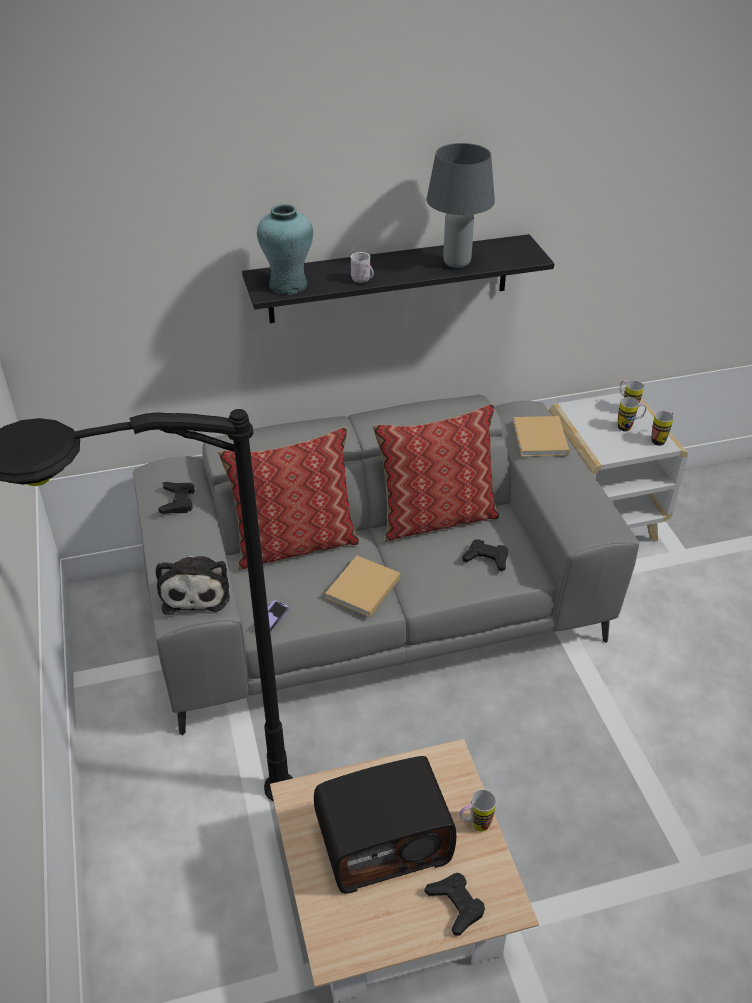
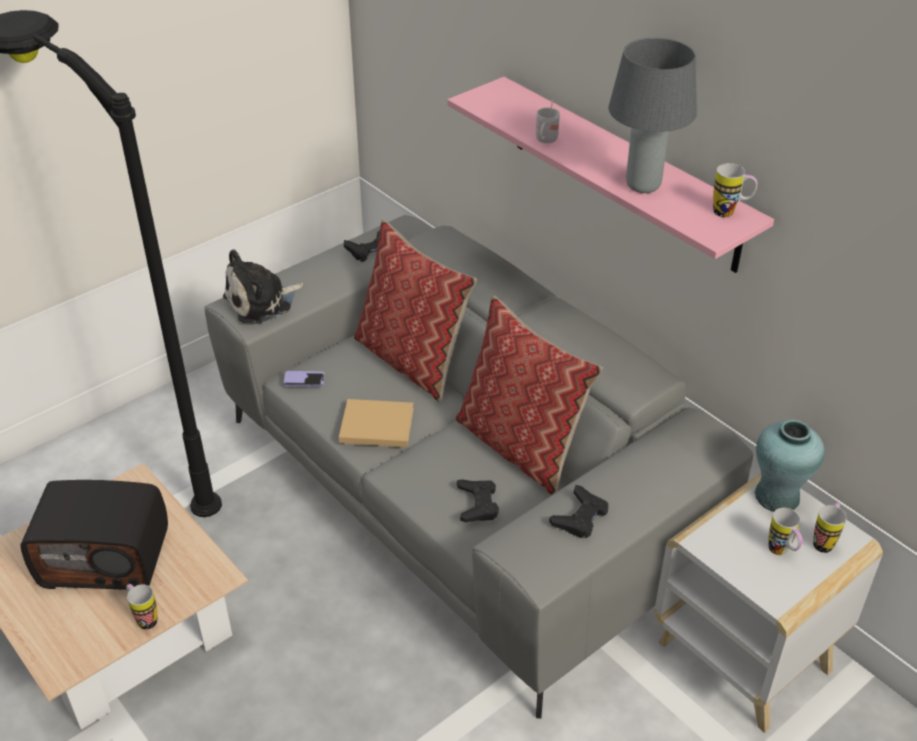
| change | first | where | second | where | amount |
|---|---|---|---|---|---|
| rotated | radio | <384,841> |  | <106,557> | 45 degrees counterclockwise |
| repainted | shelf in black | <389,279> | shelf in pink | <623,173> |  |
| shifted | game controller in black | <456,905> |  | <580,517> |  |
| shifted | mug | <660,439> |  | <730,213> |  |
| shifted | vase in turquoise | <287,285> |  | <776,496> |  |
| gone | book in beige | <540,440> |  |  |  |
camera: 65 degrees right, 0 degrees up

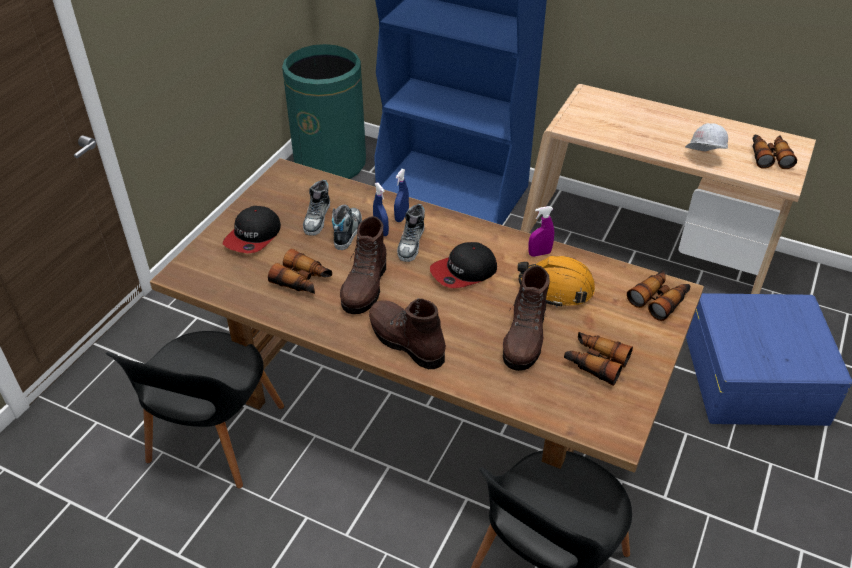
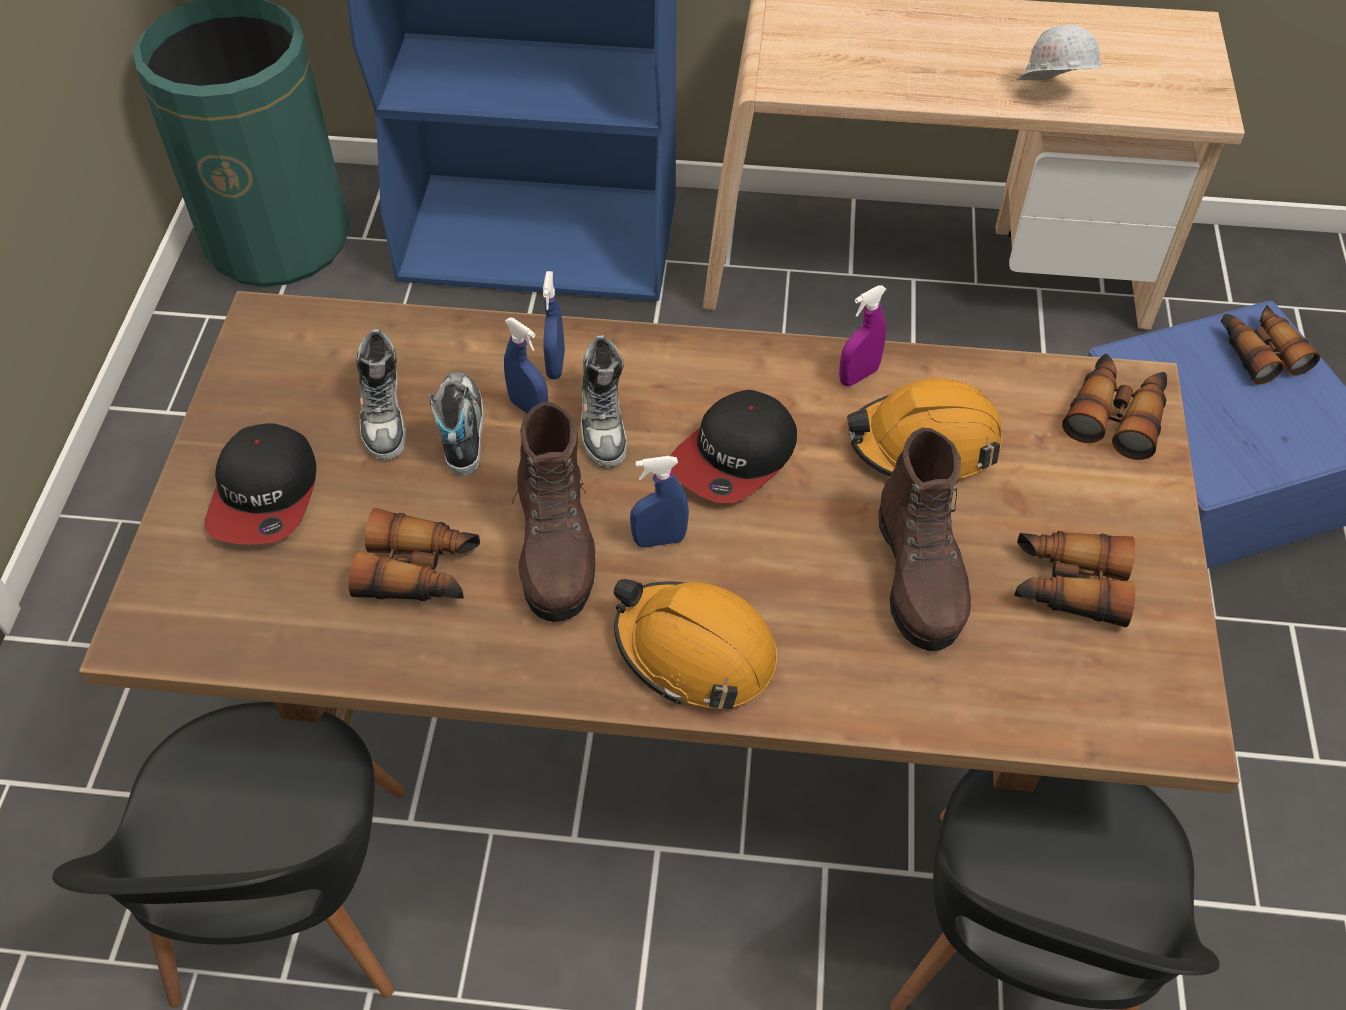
| change | first | where | second | where | amount |
|---|---|---|---|---|---|
| swapped | boot in brown | <405,342> | hard hat in orange | <695,651> |  |
| new |  |  | spray bottle in blue | <659,540> |  |
| shifted | binoculars | <769,156> |  | <1259,351> |  |
camera: 20 degrees left, 10 degrees up

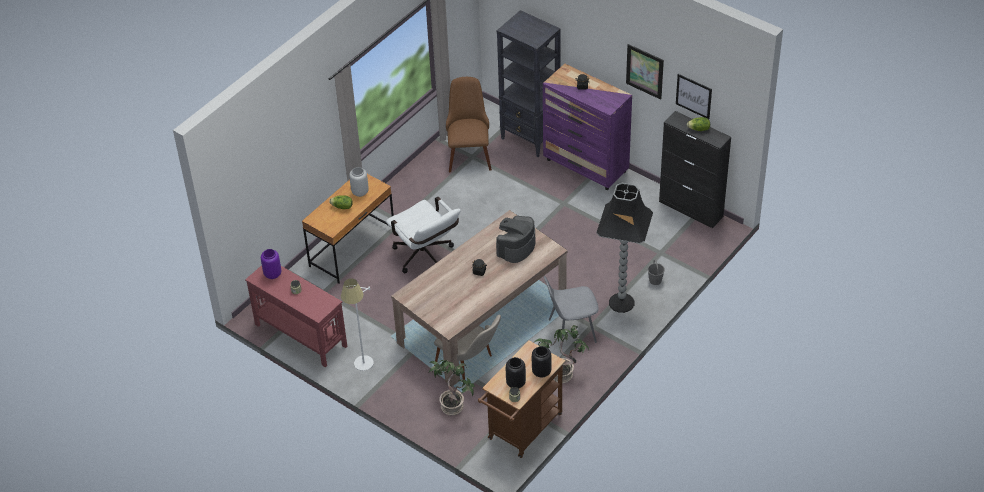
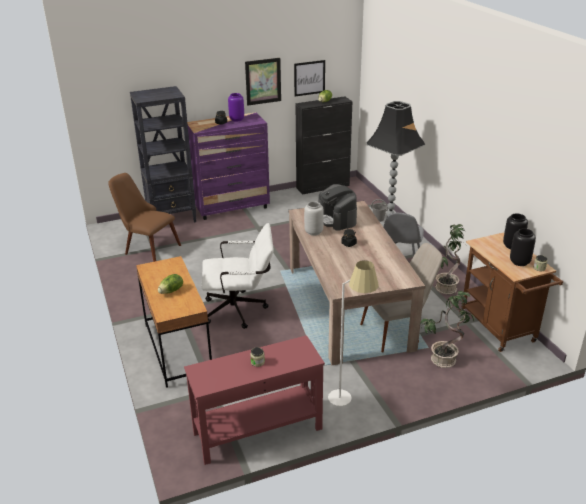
| change | first | where | second | where | amount |
|---|---|---|---|---|---|
| shifted | vase in purple | <272,274> |  | <236,119> |  |
| shifted | vase in grey | <360,192> |  | <314,232> |  |
camera: 60 degrees left, 15 degrees down

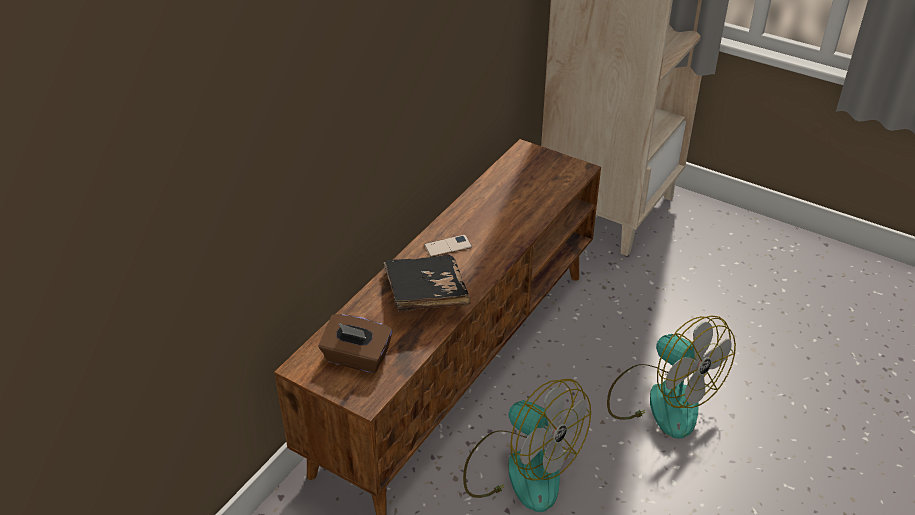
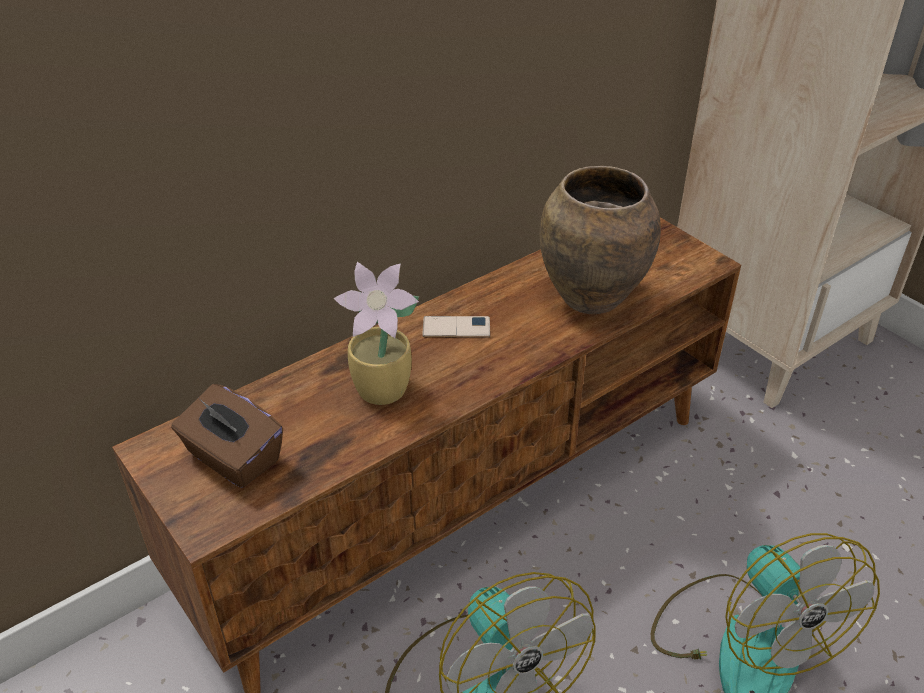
| change | first | where | second | where | amount |
|---|---|---|---|---|---|
| swapped | book in black | <426,296> | potted plant | <384,391> |  |
| new |  |  | vase in brown | <590,297> |  |
camera: 20 degrees right, 0 degrees up

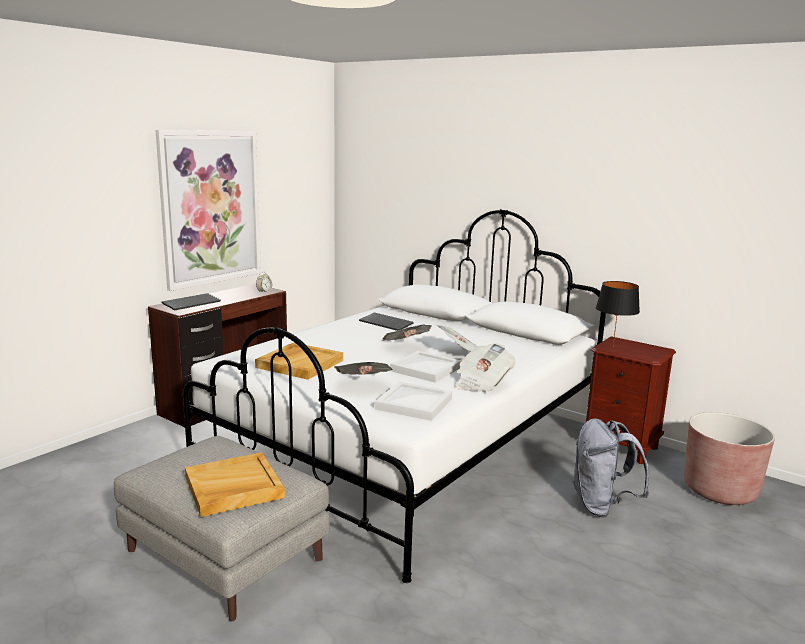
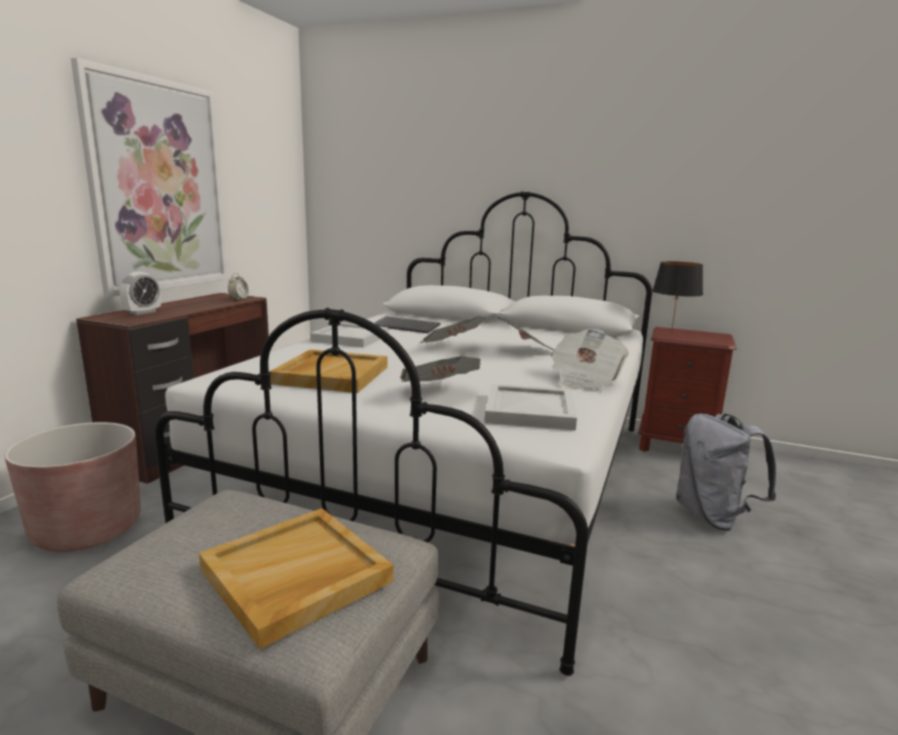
| change | first | where | second | where | amount |
|---|---|---|---|---|---|
| shifted | planter in brown | <719,490> |  | <87,529> |  |
| swapped | keyboard | <191,303> | alarm clock | <143,312> |  |
| shifted | tray in white | <426,369> |  | <350,338> |  |
camera: 15 degrees left, 0 degrees up

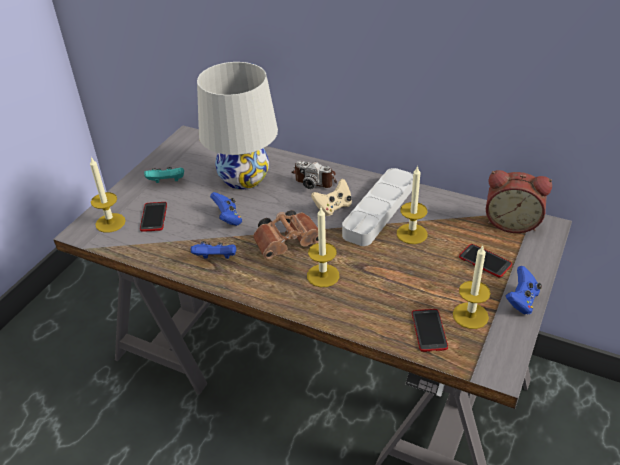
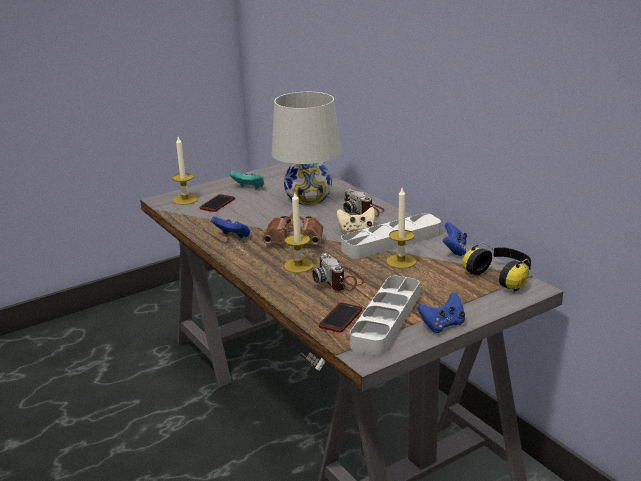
| change | first | where | second | where | amount |
|---|---|---|---|---|---|
| new |  |  | photo camera | <340,280> |  |
| swapped | candle | <470,315> | tray in grey | <386,320> |  |
| shifted | game controller in blue | <228,219> |  | <454,250> |  |
| swapped | alarm clock | <511,222> | headphones | <501,277> |  |
| gone | phone | <485,261> |  |  |  |
camera: 30 degrees right, 15 degrees down

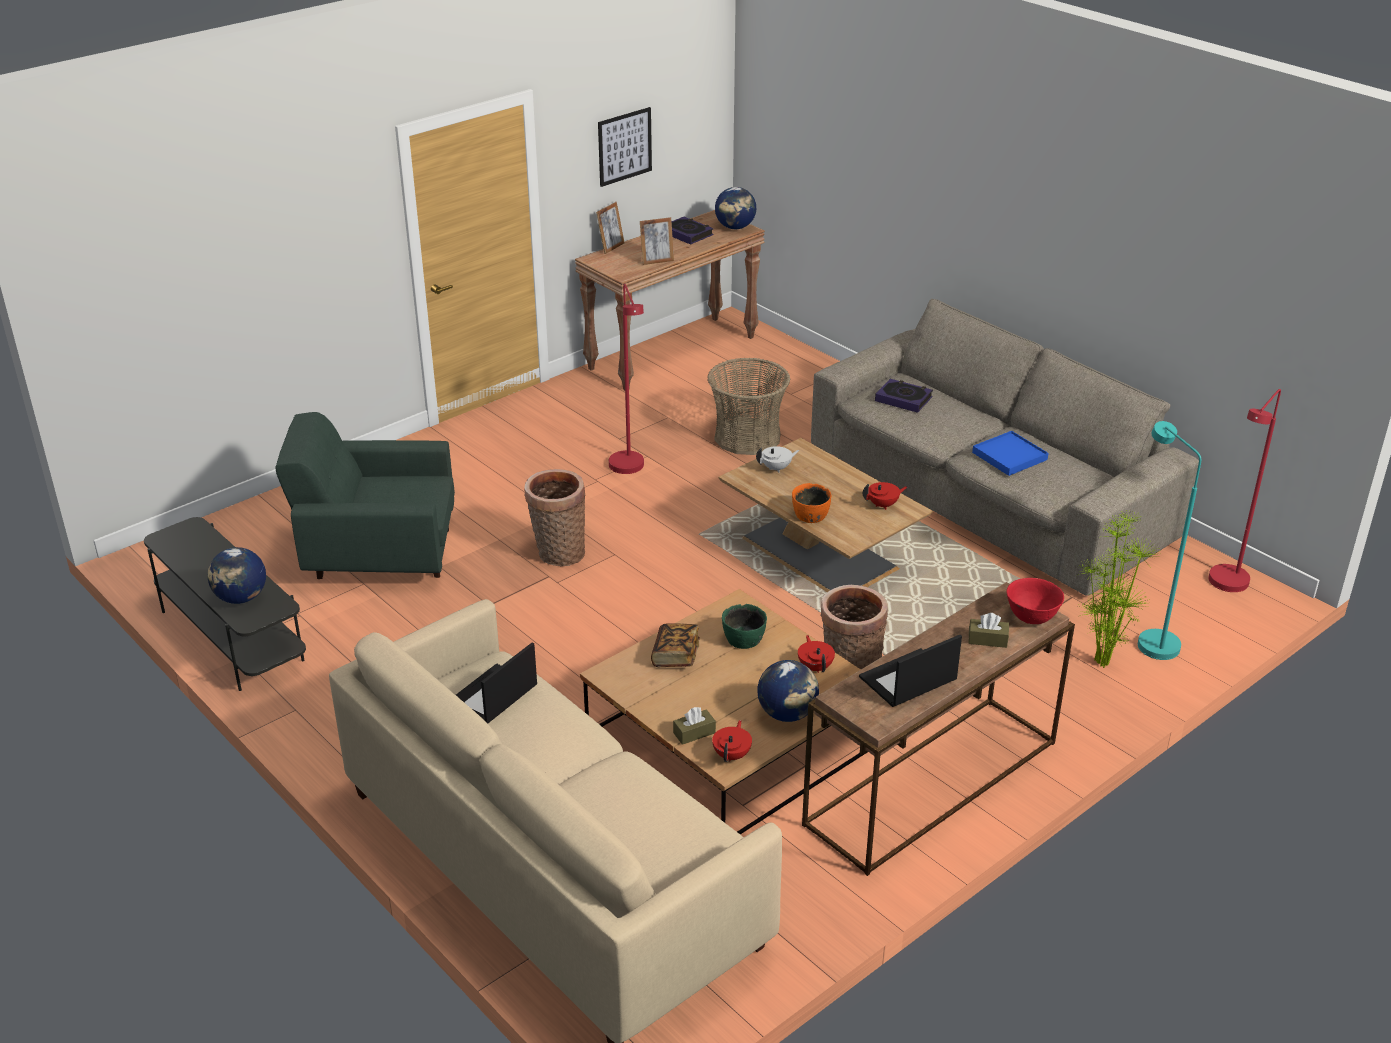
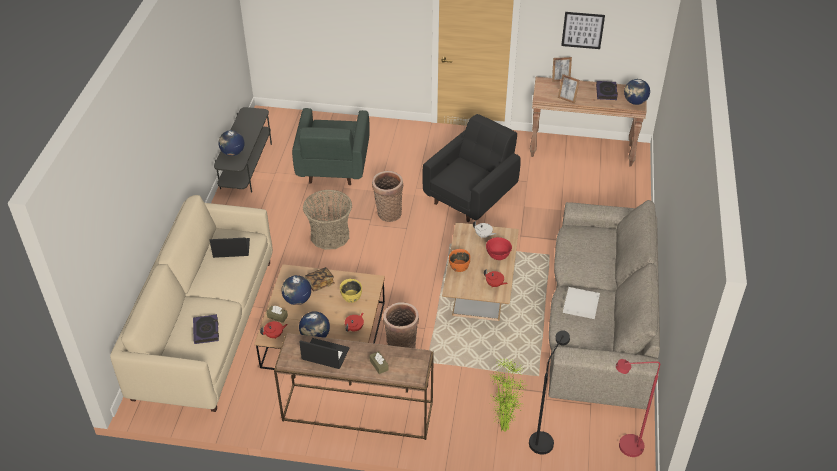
| change | first | where | second | where | amount |
|---|---|---|---|---|---|
| shifted | book | <903,399> |  | <206,331> |  |
| new |  |  | globe | <297,300> |  |
| rotated | armchair in green | <378,553> |  | <333,166> | 135 degrees counterclockwise |
| shifted | basket | <747,437> |  | <330,235> |  |
| repainted | bowl in green | <744,639> | bowl in yellow | <351,296> |  |
| swapped | floor lamp in red | <629,470> | armchair in black | <471,195> |  |
| shifted | bowl in red | <1031,617> |  | <498,256> |  |
| repainted | floor lamp in turquoise | <1150,640> | floor lamp in black | <543,438> |  |
| repainted | tray in blue | <1009,456> | tray in white | <581,304> |  |
camera: 50 degrees right, 10 degrees up

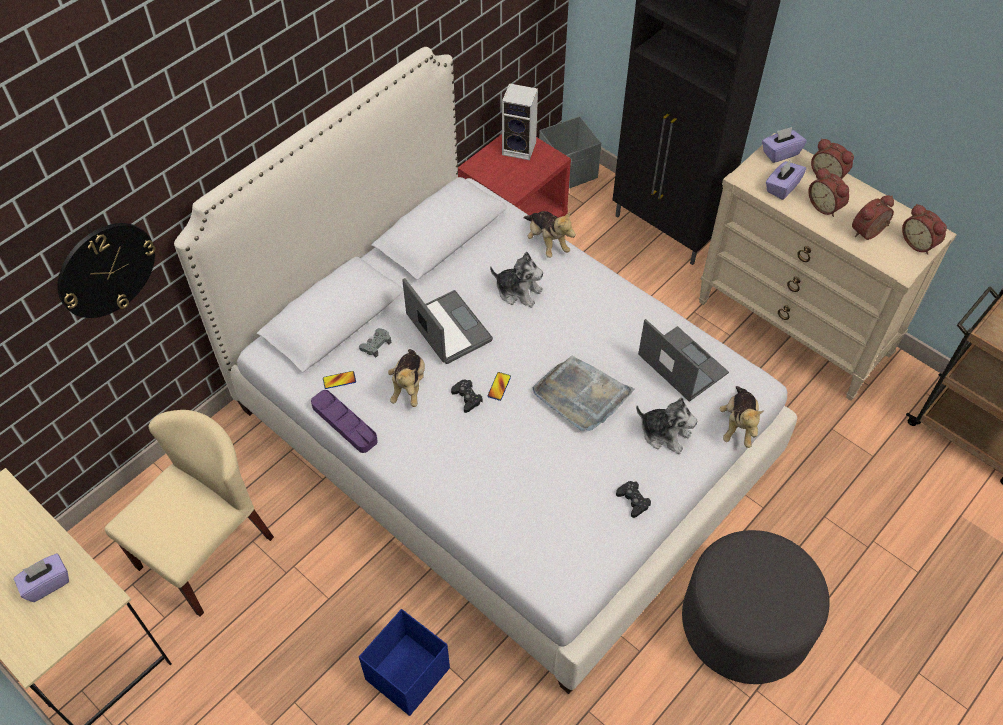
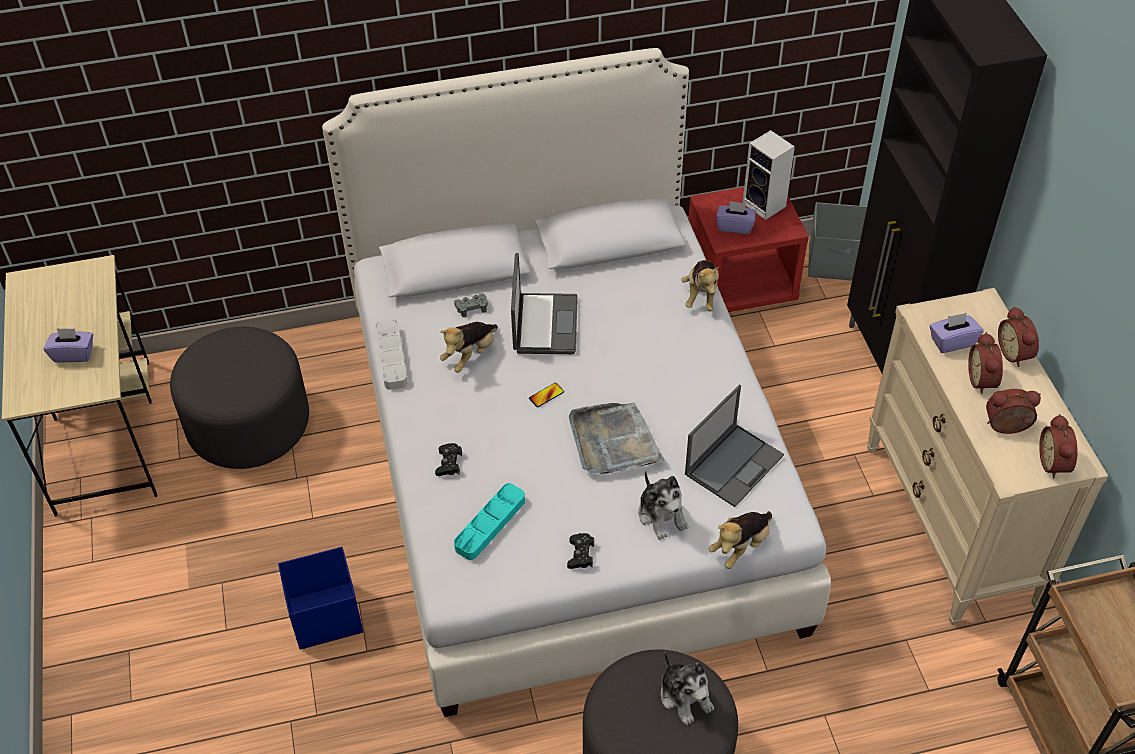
| change | first | where | second | where | amount |
|---|---|---|---|---|---|
| swapped | chair in beige | <205,551> | ottoman in grey | <249,424> |  |
| repainted | tray in purple | <344,423> | tray in grey | <391,357> |  |
| shifted | game controller in black | <467,398> |  | <449,463> |  |
| new |  |  | tray in turquoise | <490,524> |  |
| shifted | plush toy | <518,291> |  | <685,696> |  |
| rotated | laptop | <681,363> |  | <734,464> | 45 degrees clockwise |
| shifted | tissue box in purple | <780,153> |  | <735,226> |  |
| gone | wall clock | <106,269> |  |  |  |
| gone | phone | <339,380> |  |  |  |
camera: 35 degrees right, 5 degrees down

